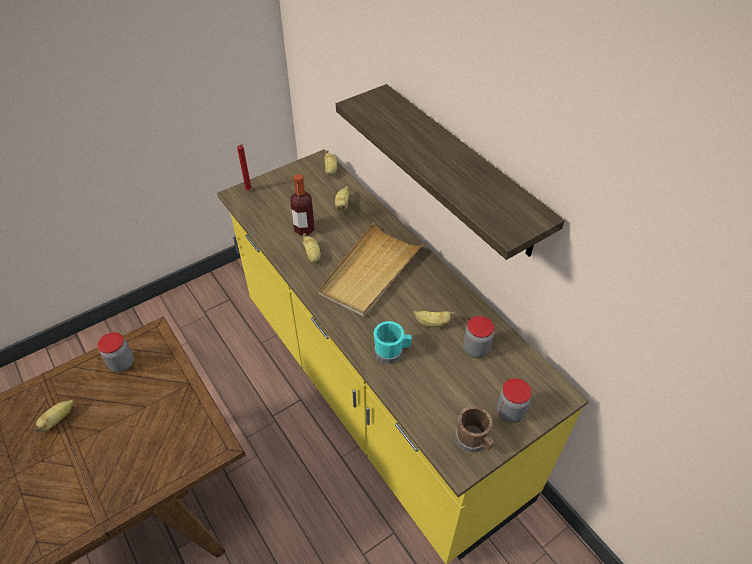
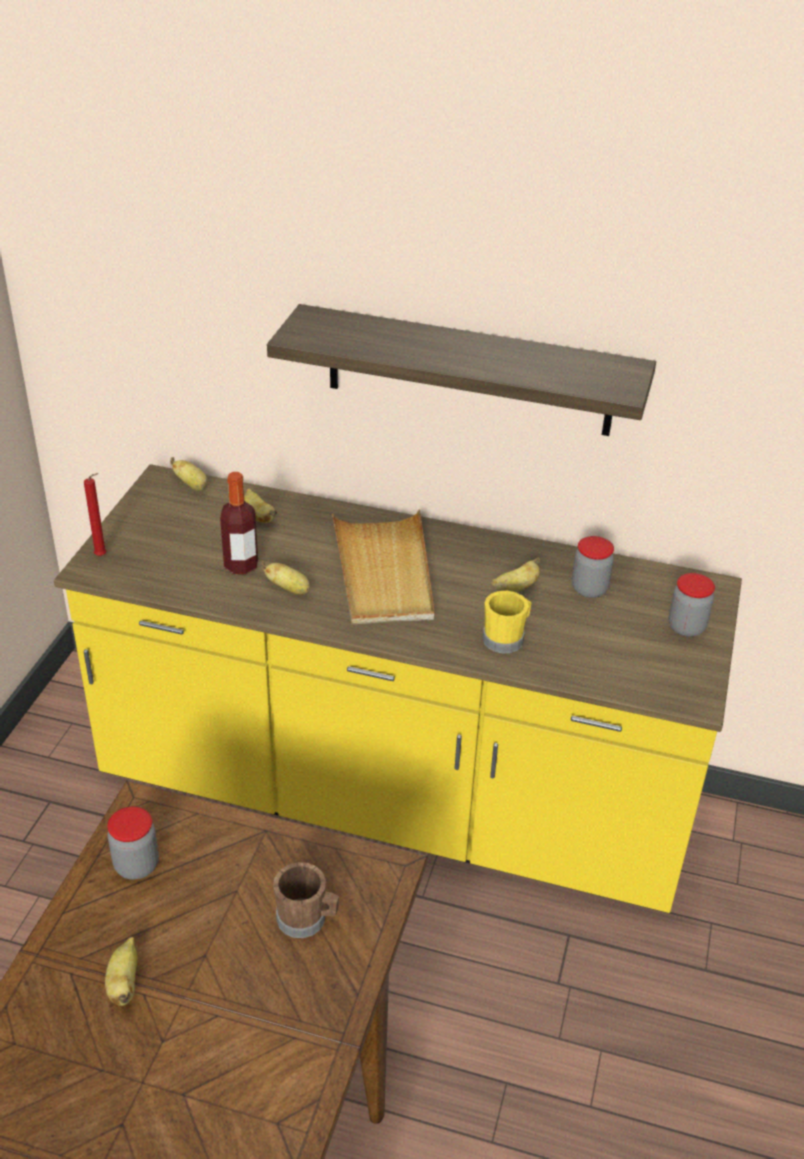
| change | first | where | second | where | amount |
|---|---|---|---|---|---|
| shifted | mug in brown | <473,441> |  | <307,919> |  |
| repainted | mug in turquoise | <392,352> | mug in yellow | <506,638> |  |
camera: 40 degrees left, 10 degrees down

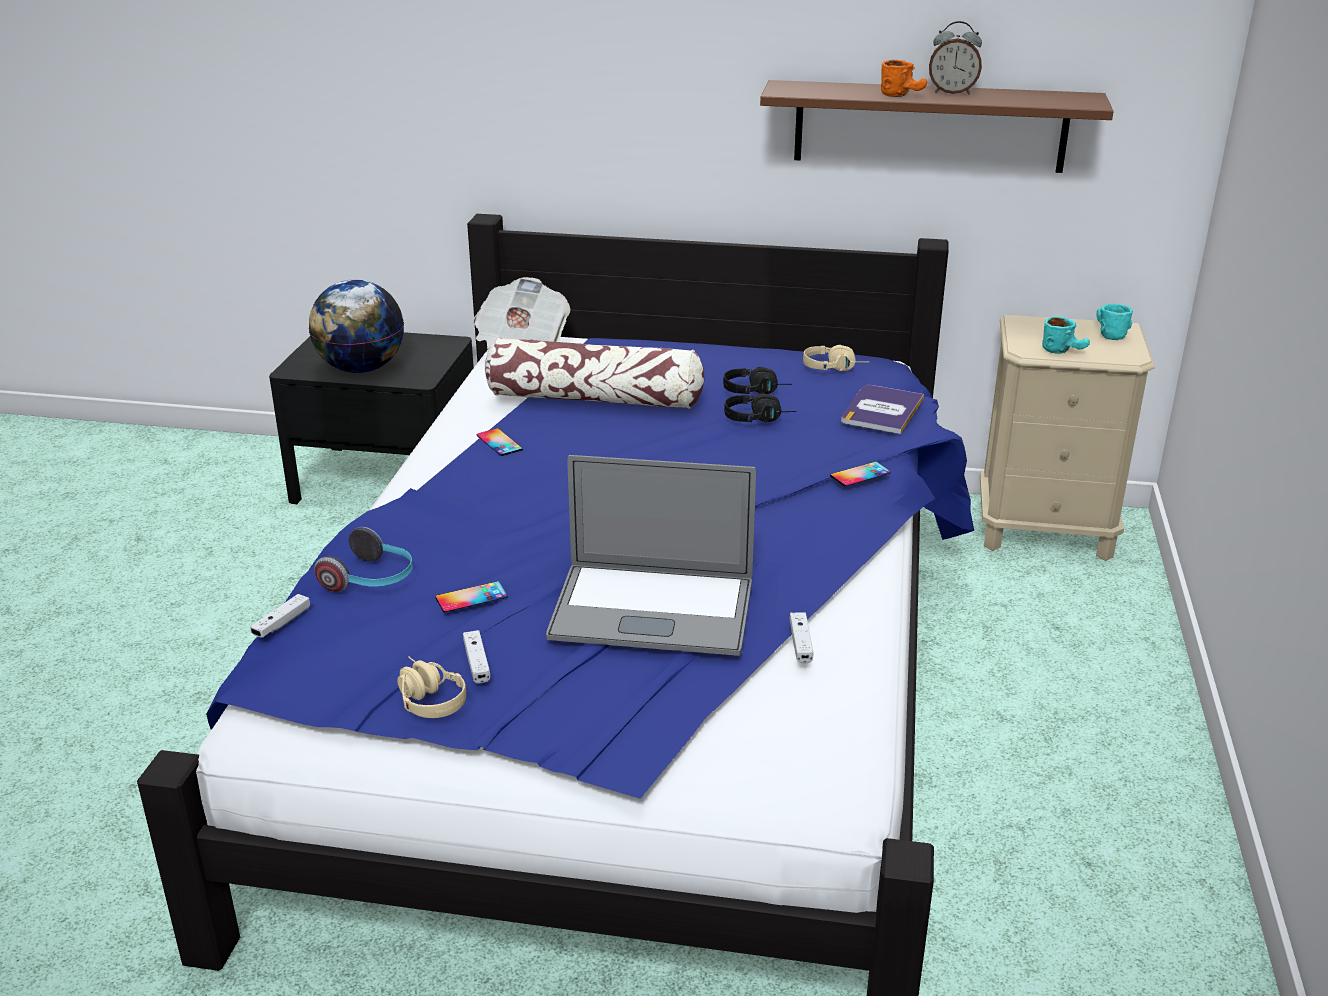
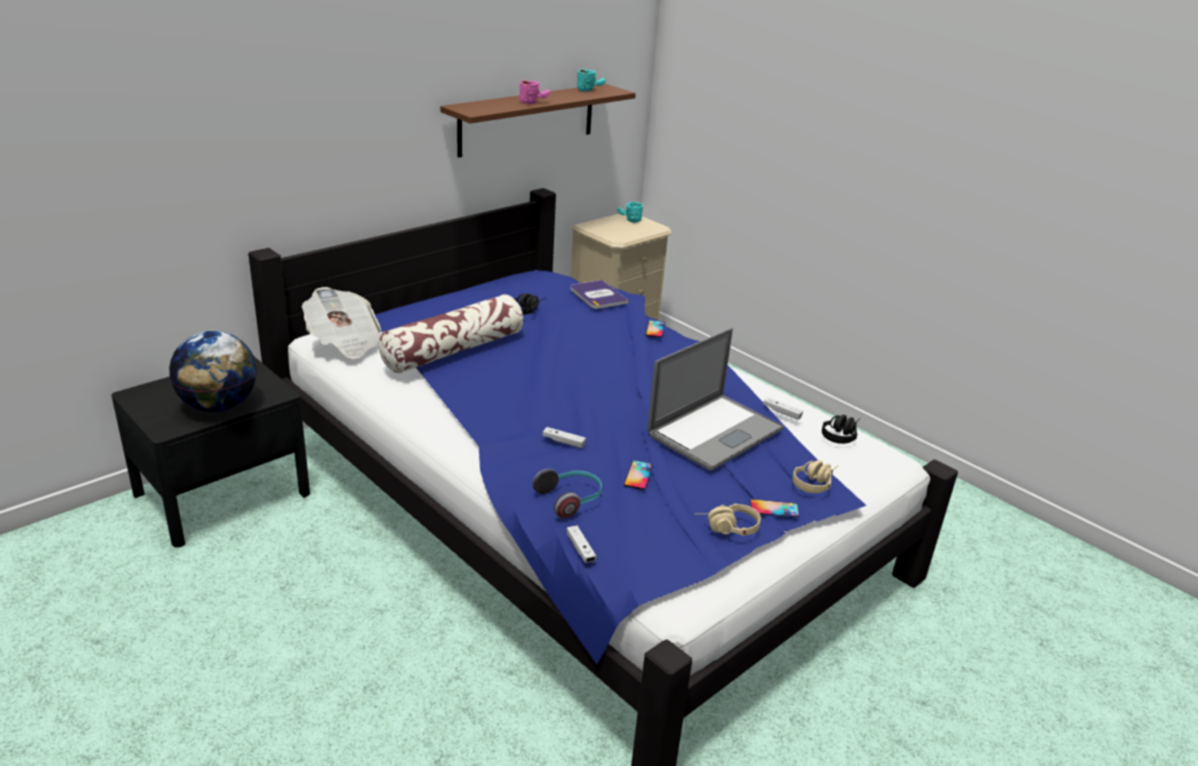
| change | first | where | second | where | amount |
|---|---|---|---|---|---|
| repainted | mug in orange | <903,95> | mug in pink | <534,102> |  |
| shifted | game controller in white | <477,663> |  | <563,442> |  |
| shifted | mug in turquoise | <1064,351> |  | <590,89> |  |
| shifted | phone | <499,442> |  | <774,508> |  |
| shifted | headphones in beige | <834,368> |  | <815,482> |  |
| shifted | headphones in black | <759,419> |  | <841,434> |  |
| gone | alarm clock | <952,92> |  |  |  |
camera: 55 degrees left, 0 degrees up

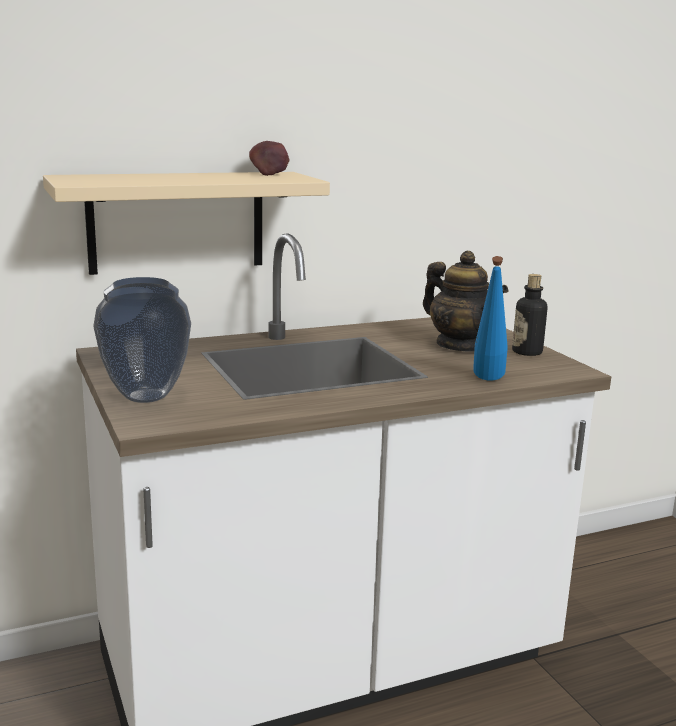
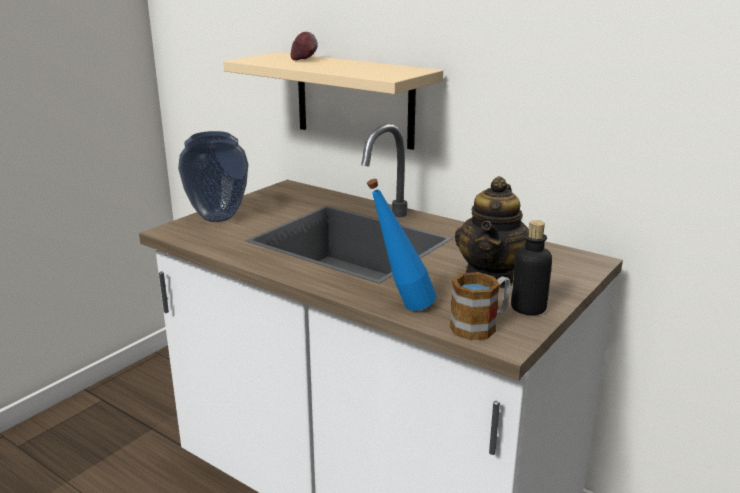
| change | first | where | second | where | amount |
|---|---|---|---|---|---|
| shifted | apple | <269,174> |  | <304,59> |  |
| new |  |  | mug | <480,325> |  |
camera: 60 degrees right, 5 degrees up

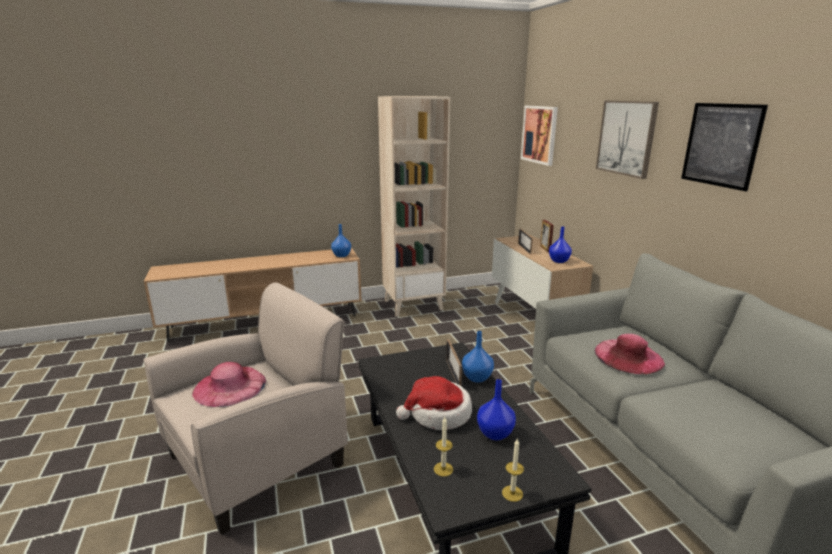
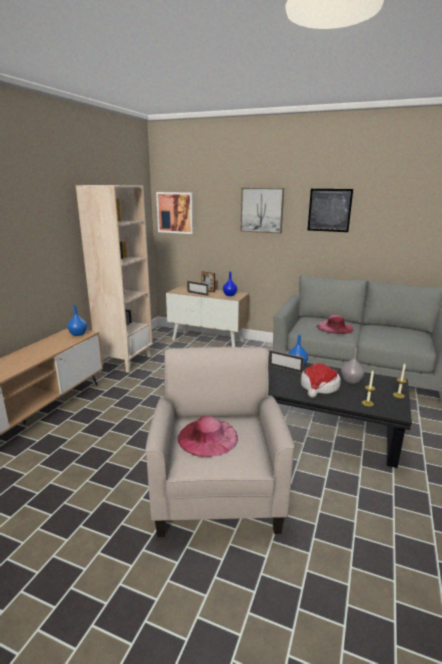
| change | first | where | second | where | amount |
|---|---|---|---|---|---|
| repainted | vase in blue | <494,434> | vase in grey | <351,381> |  |
camera: 50 degrees left, 0 degrees up

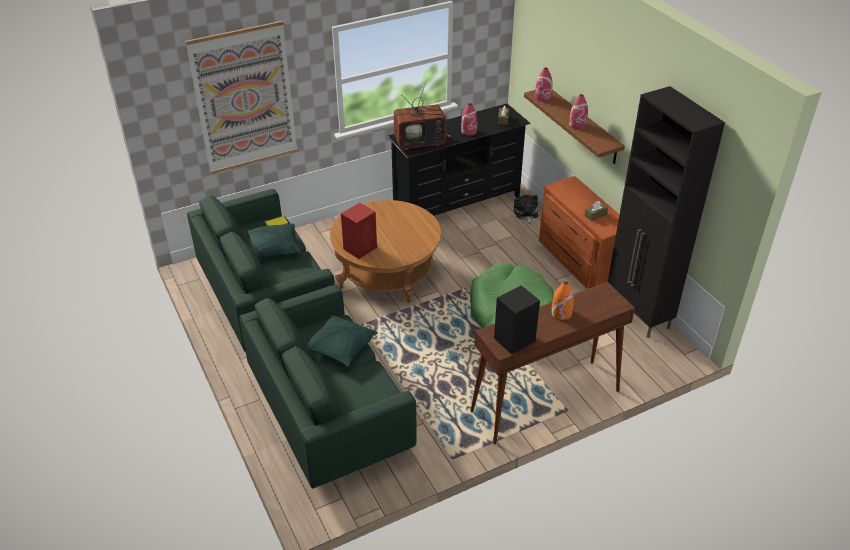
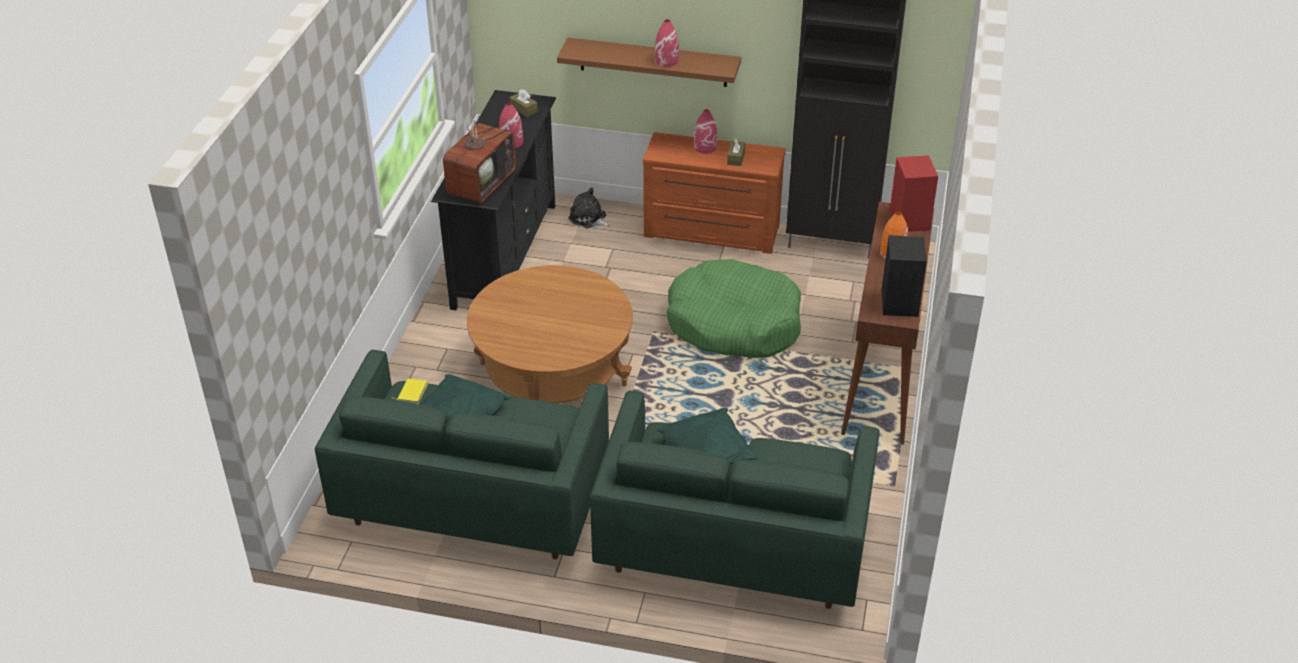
| change | first | where | second | where | amount |
|---|---|---|---|---|---|
| shifted | vase in red | <543,97> |  | <705,147> |  |
| shifted | speaker in red | <360,248> |  | <909,219> |  |
| gone | picture | <245,99> |  |  |  |
camera: 50 degrees left, 0 degrees up

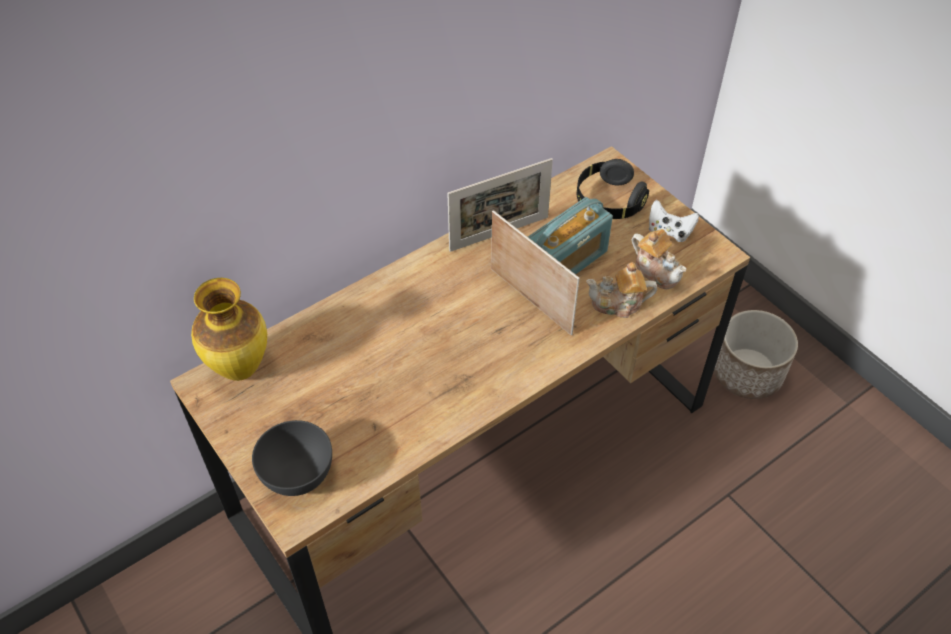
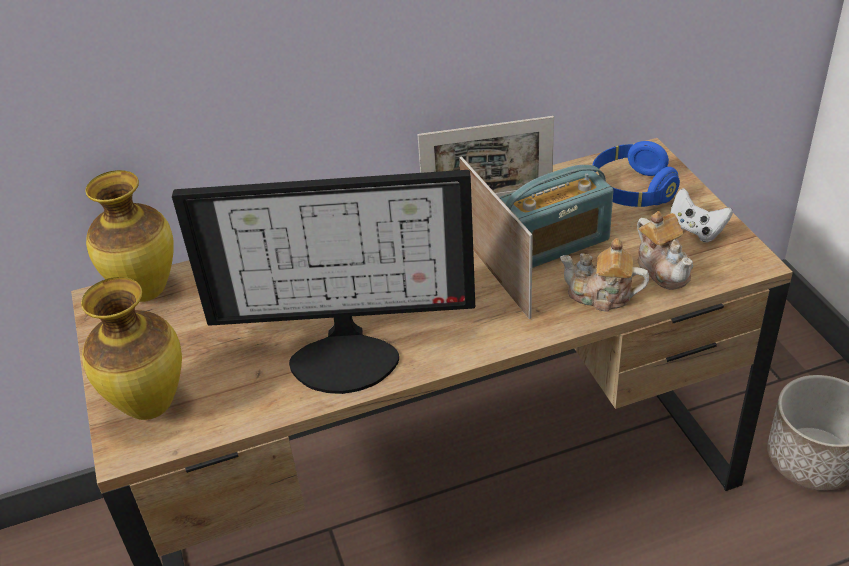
| change | first | where | second | where | amount |
|---|---|---|---|---|---|
| swapped | bowl in grey | <298,475> | vase | <152,406> |  |
| new |  |  | monitor | <346,354> |  |
| repainted | headphones in black | <608,202> | headphones in blue | <631,191> |  |
camera: 20 degrees right, 10 degrees down

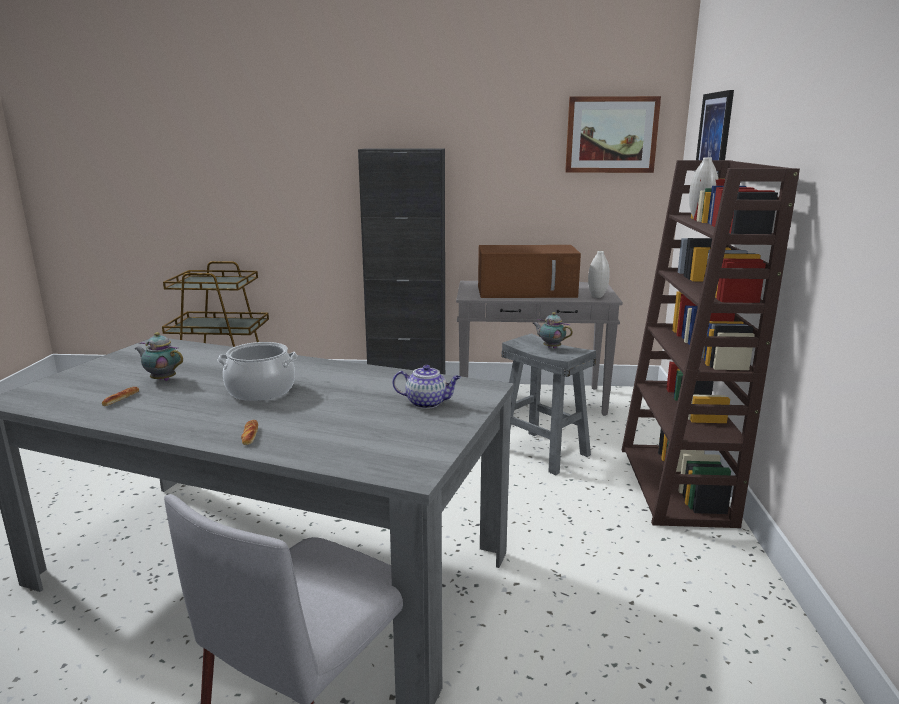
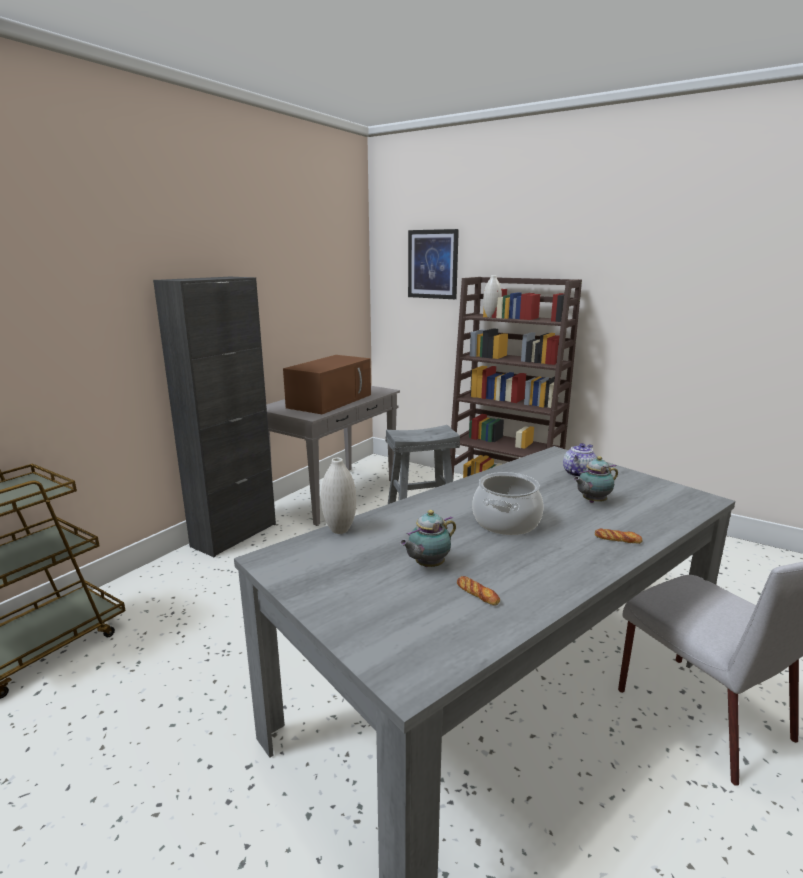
| change | first | where | second | where | amount |
|---|---|---|---|---|---|
| shifted | vase in white | <597,296> |  | <340,530> |  |
| shifted | teapot | <550,347> |  | <592,502> |  |
| gone | picture | <611,135> |  |  |  |
camera: 60 degrees left, 0 degrees up

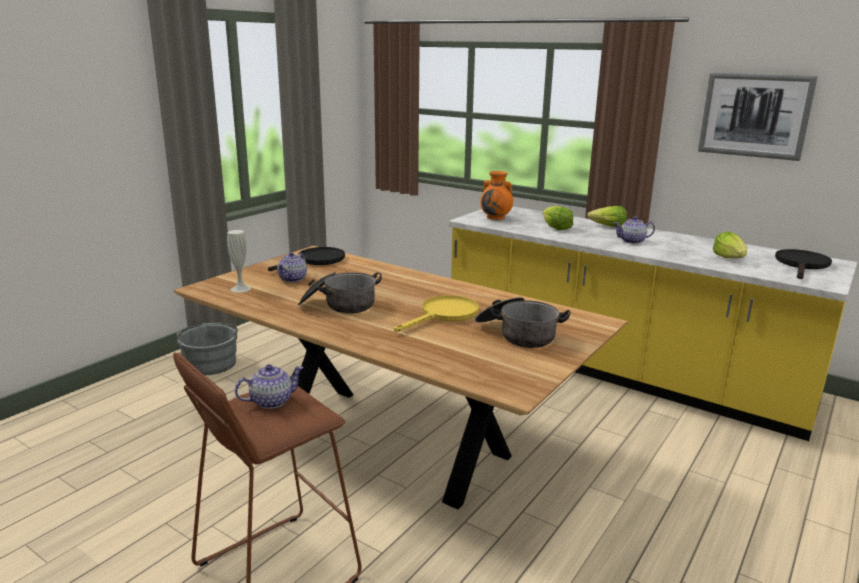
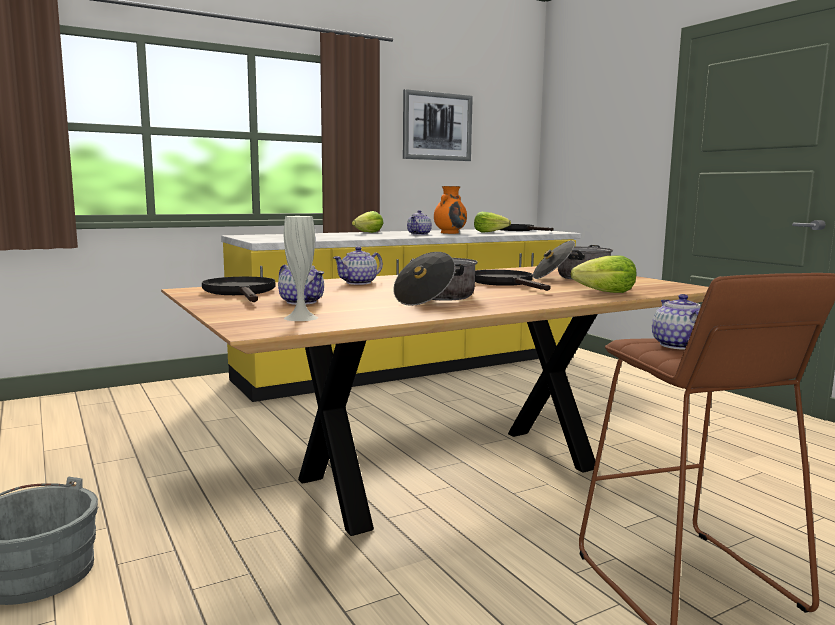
| change | first | where | second | where | amount |
|---|---|---|---|---|---|
| new |  |  | teapot | <359,283> |  |
| shifted | vase in orange | <496,217> |  | <450,233> |  |
| repainted | frying pan in yellow | <444,315> | frying pan in black | <506,283> |  |
| shifted | lettuce | <556,228> |  | <605,292> |  |
camera: 65 degrees left, 10 degrees down

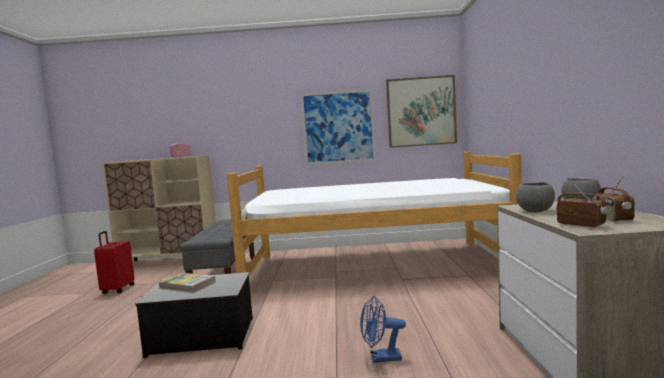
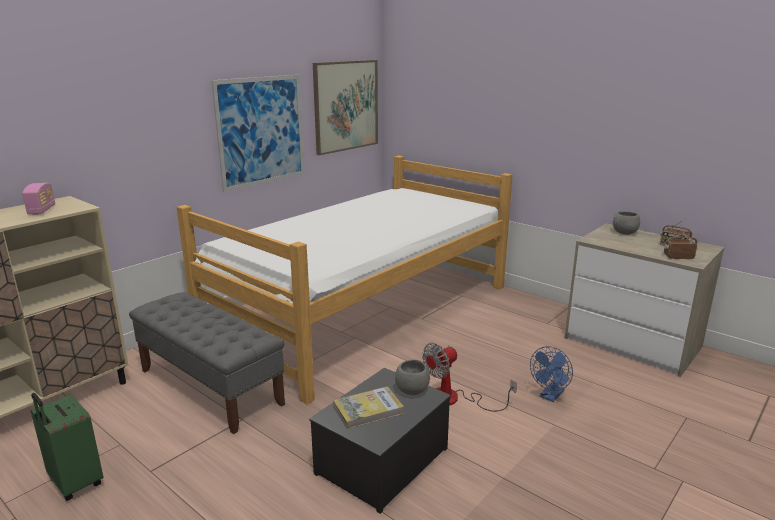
| change | first | where | second | where | amount |
|---|---|---|---|---|---|
| repainted | suitcase in red | <117,290> | suitcase in green | <74,483> |  |
| shifted | bowl in grey | <534,211> |  | <411,390> |  |
| new |  |  | fan | <454,399> |  |
camera: 50 degrees left, 15 degrees up

